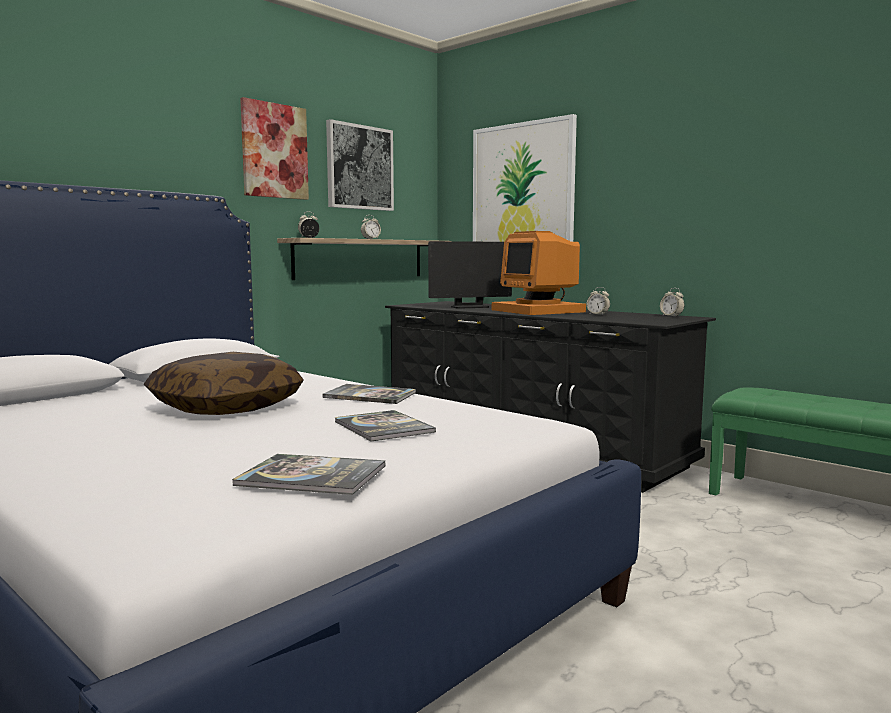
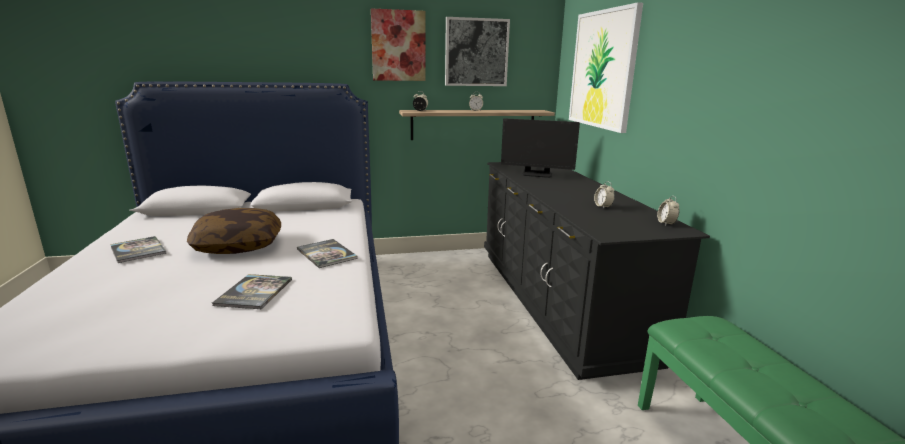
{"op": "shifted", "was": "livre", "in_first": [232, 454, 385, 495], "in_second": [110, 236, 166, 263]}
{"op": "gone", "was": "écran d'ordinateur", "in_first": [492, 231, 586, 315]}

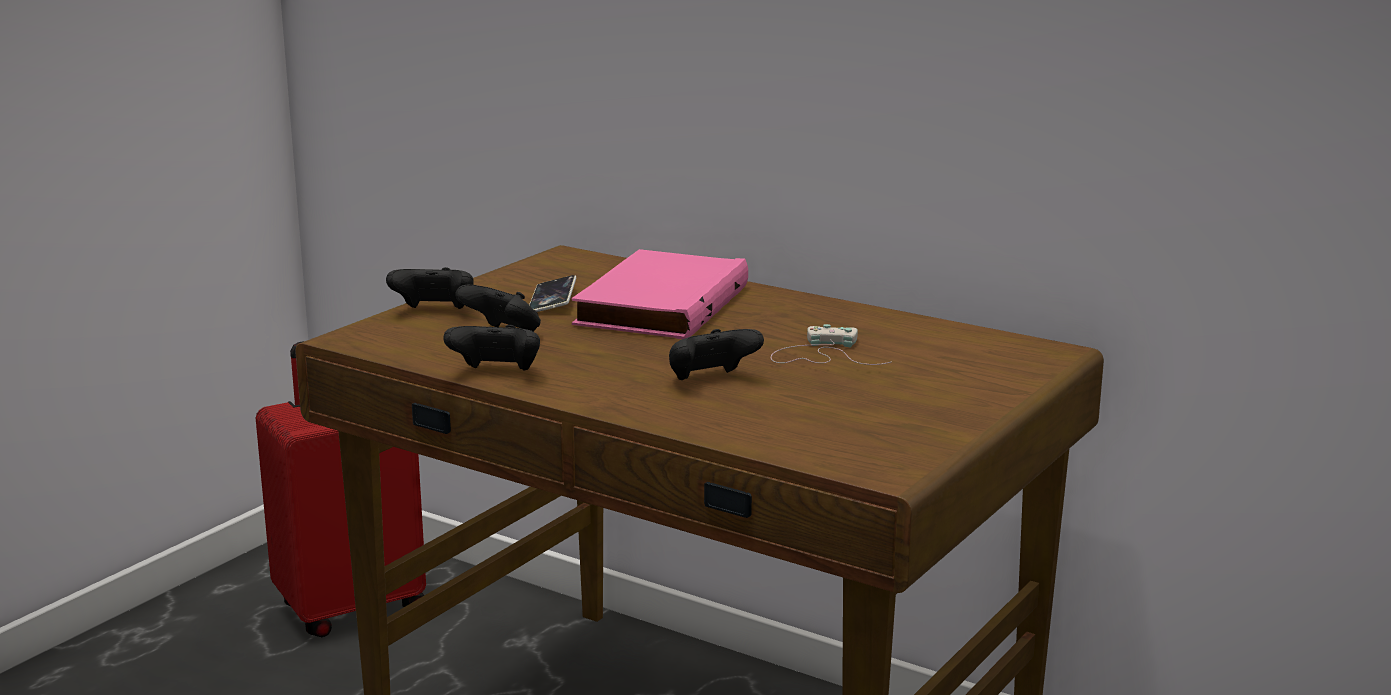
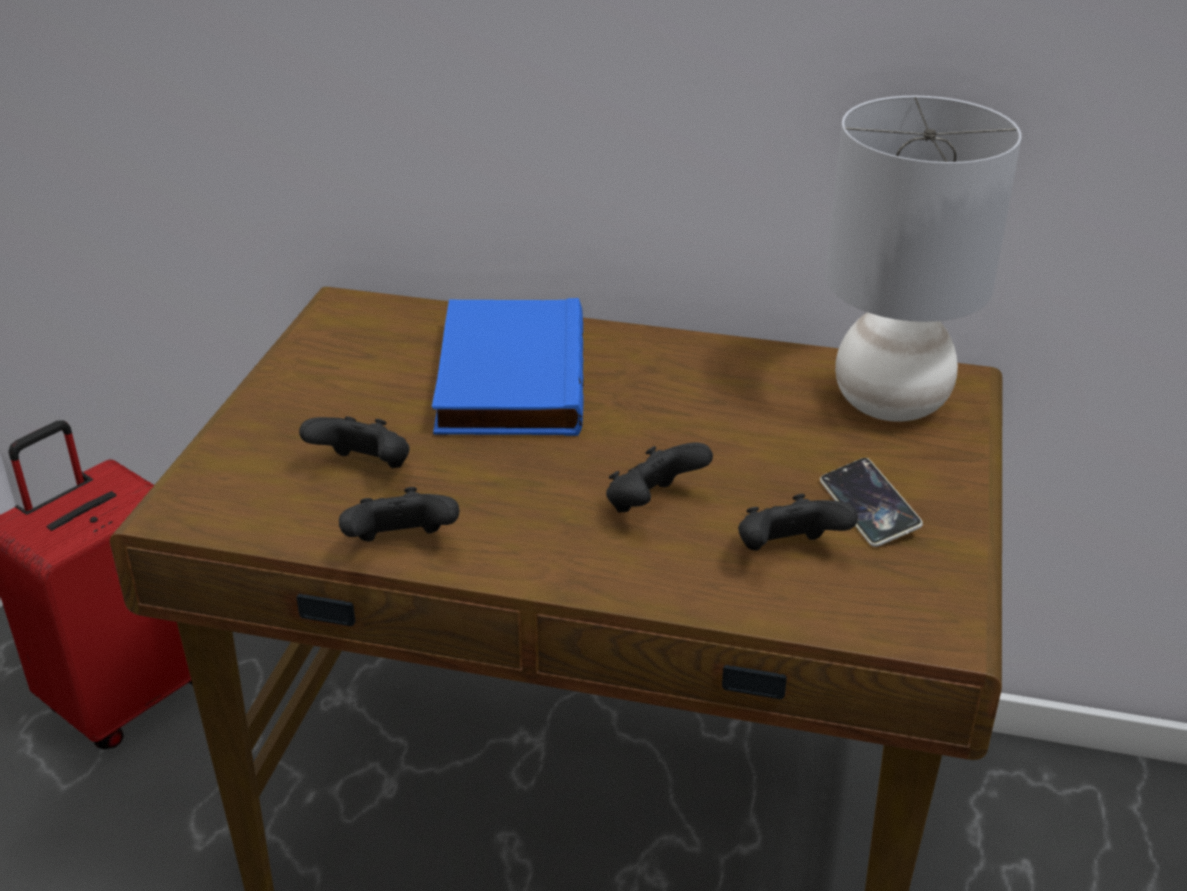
{"op": "shifted", "was": "manette (noir)", "in_first": [386, 267, 474, 309], "in_second": [738, 494, 858, 551]}
{"op": "shifted", "was": "téléphone", "in_first": [529, 275, 576, 312], "in_second": [820, 458, 923, 547]}
{"op": "repainted", "was": "livre (rose)", "now": "livre (bleu)", "in_first": [571, 249, 748, 339], "in_second": [432, 298, 583, 436]}
{"op": "gone", "was": "manette (blanc)", "in_first": [771, 324, 892, 365]}
{"op": "new", "now": "lampe de table (gris)", "in_second": [825, 96, 1021, 422]}

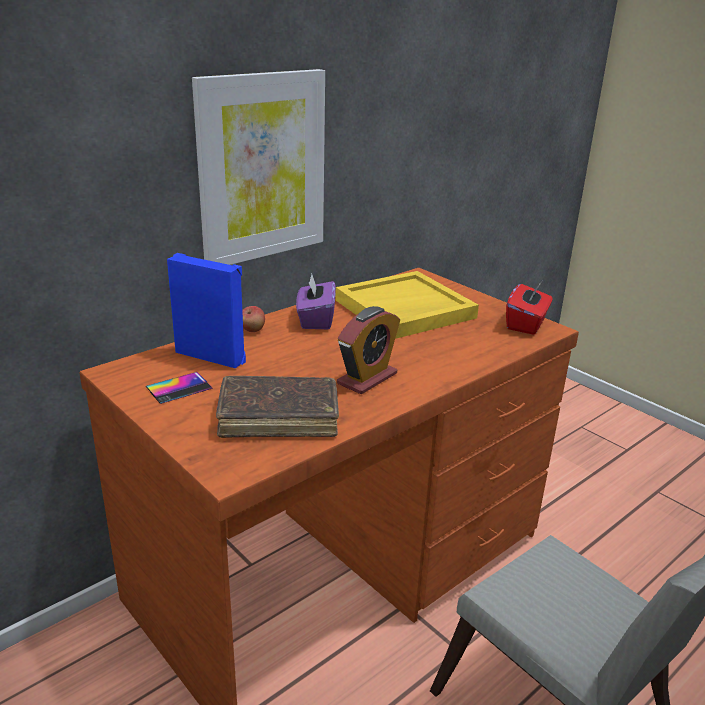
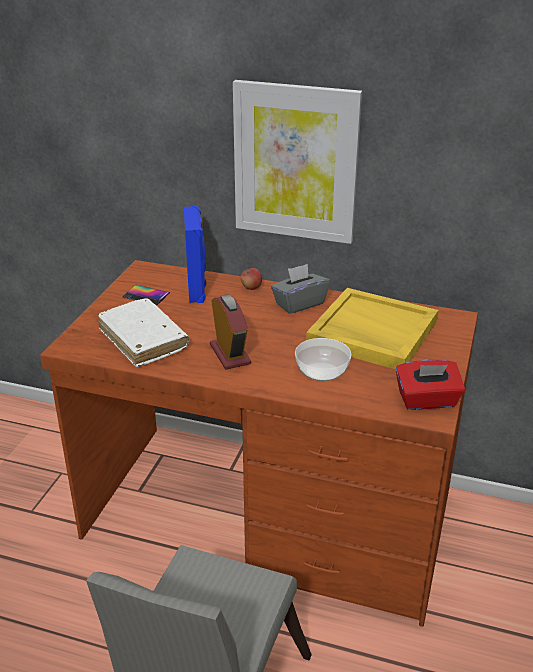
{"op": "repainted", "was": "livre (marron)", "now": "livre (blanc)", "in_first": [216, 376, 339, 438], "in_second": [98, 298, 189, 367]}
{"op": "repainted", "was": "boîte à mouchoirs (violet)", "now": "boîte à mouchoirs (gris)", "in_first": [296, 274, 336, 329], "in_second": [271, 264, 330, 314]}
{"op": "rotated", "was": "réveil", "in_first": [337, 306, 400, 395], "in_second": [210, 294, 251, 369], "clockwise": -120}
{"op": "new", "now": "bol", "in_second": [295, 338, 351, 381]}

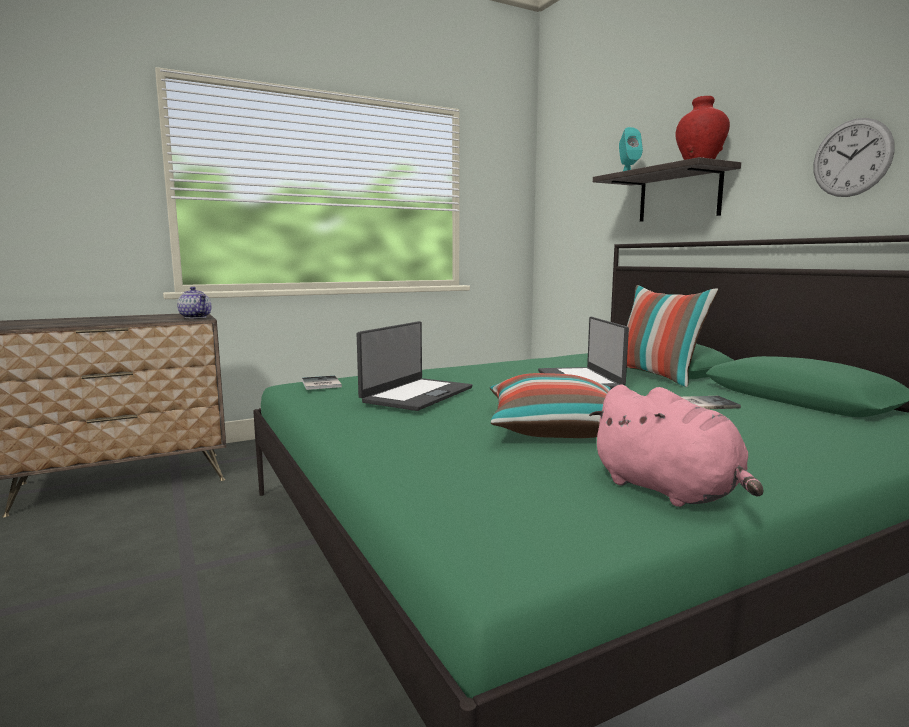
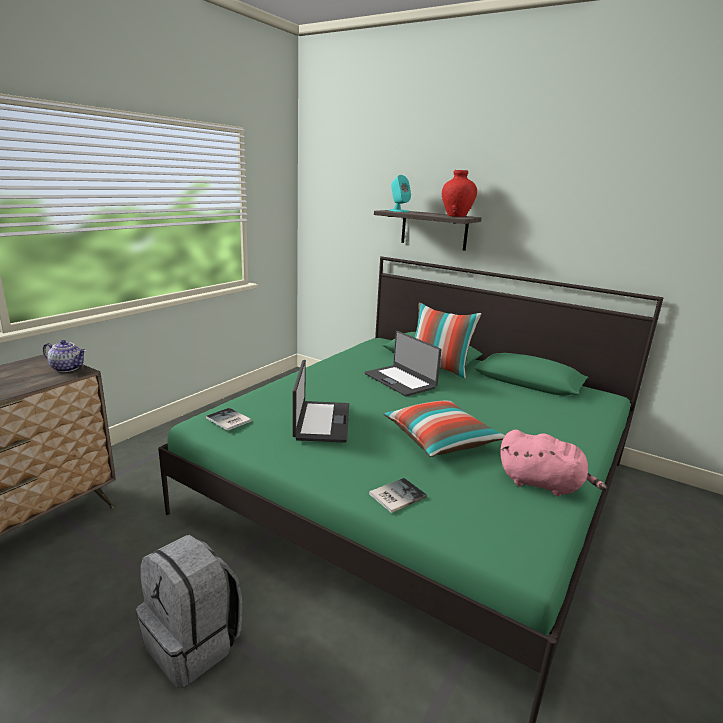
{"op": "shifted", "was": "livre", "in_first": [682, 396, 741, 409], "in_second": [369, 478, 427, 513]}
{"op": "gone", "was": "horloge murale", "in_first": [813, 118, 895, 197]}
{"op": "new", "now": "sac à dos (gris)", "in_second": [136, 535, 242, 688]}

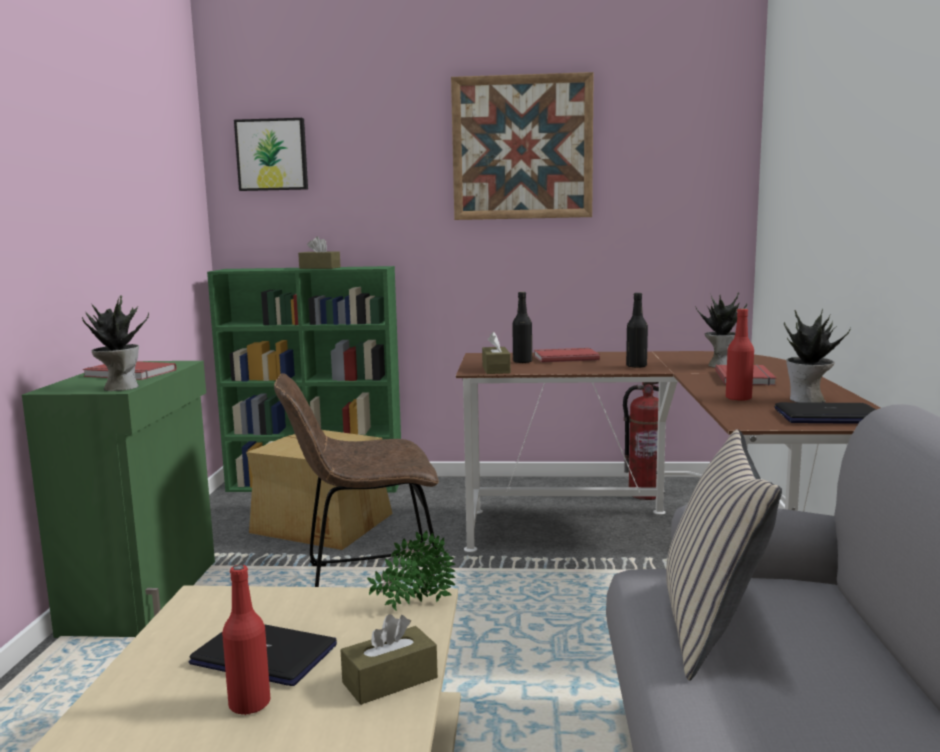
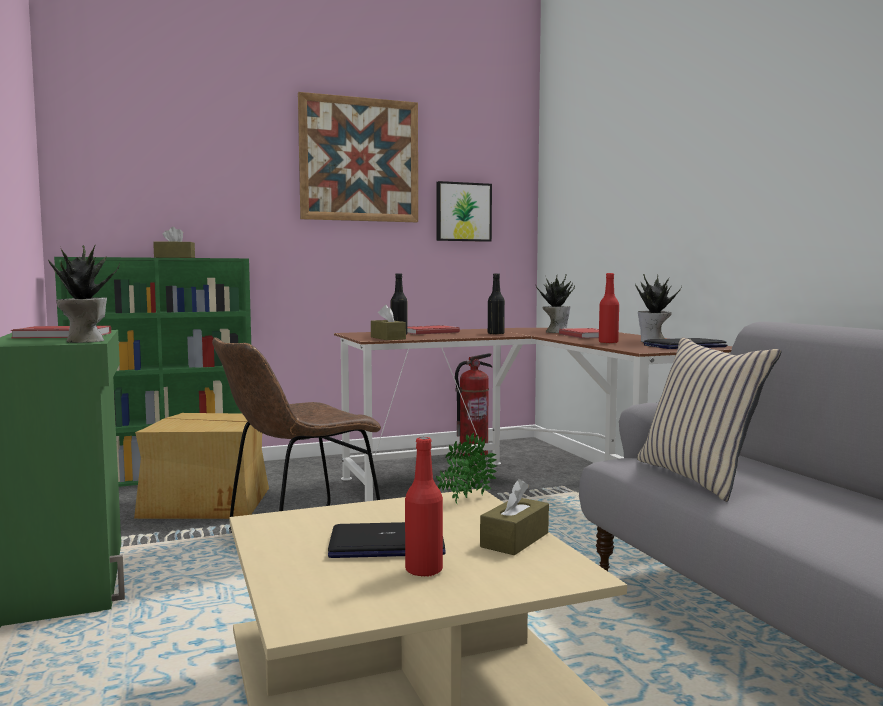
{"op": "shifted", "was": "tableau", "in_first": [234, 118, 308, 191], "in_second": [436, 181, 492, 242]}

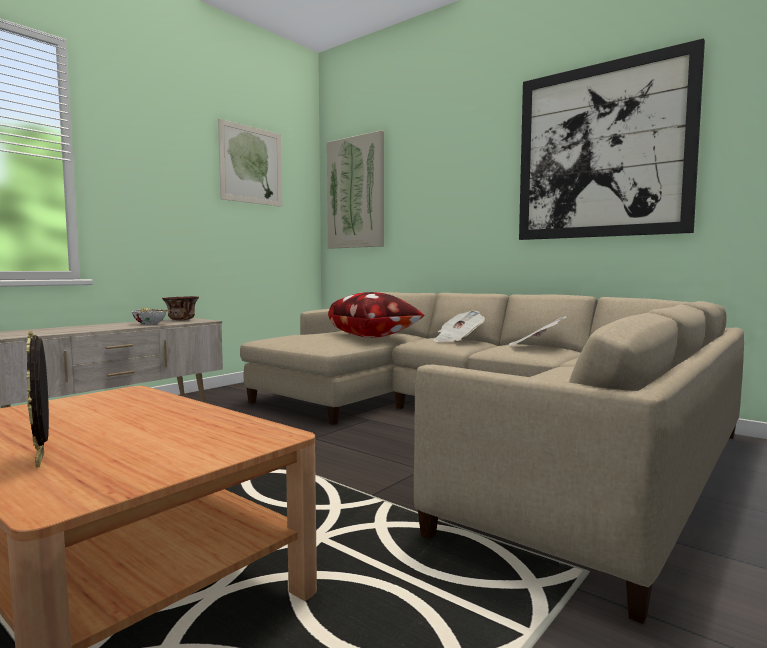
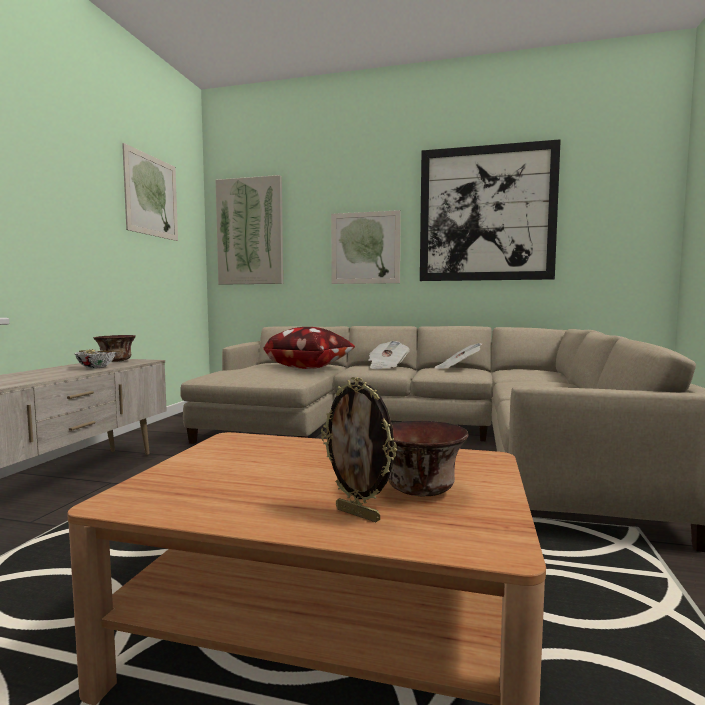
{"op": "new", "now": "tableau", "in_second": [331, 210, 401, 284]}
{"op": "new", "now": "bol", "in_second": [388, 421, 468, 496]}

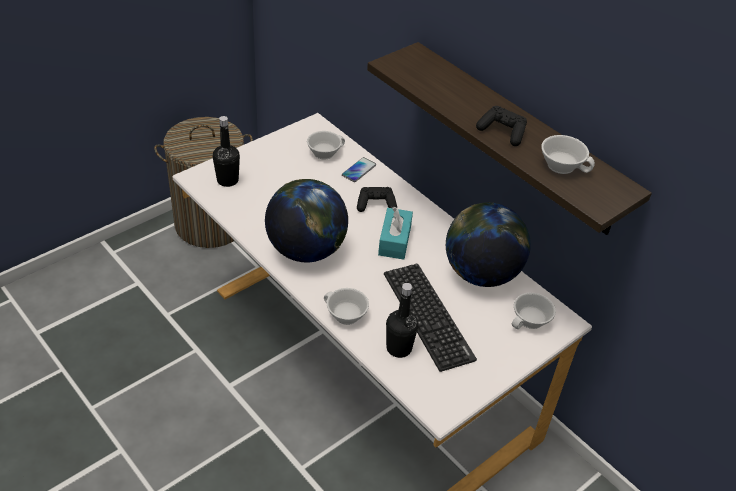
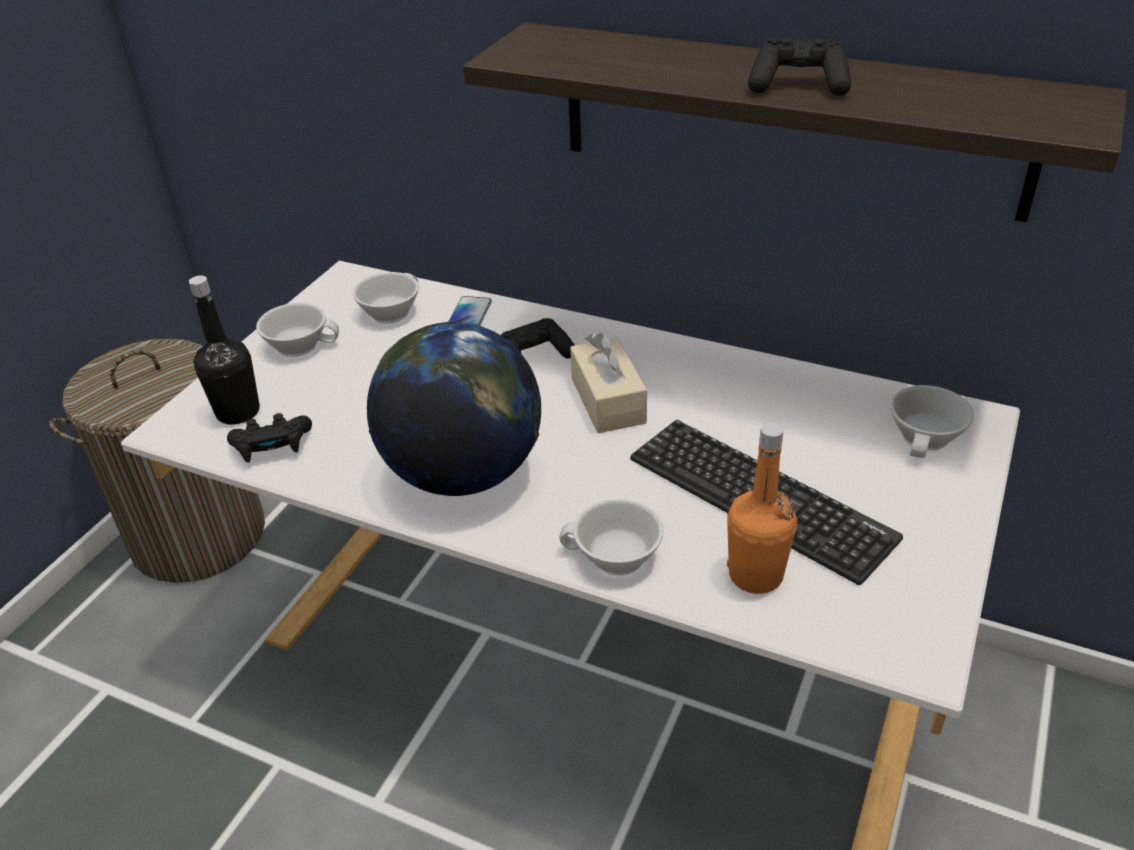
{"op": "repainted", "was": "boîte à mouchoirs (turquoise)", "now": "boîte à mouchoirs (beige)", "in_first": [378, 207, 413, 260], "in_second": [570, 333, 647, 433]}
{"op": "repainted", "was": "bouteille (noir)", "now": "bouteille (orange)", "in_first": [386, 283, 418, 358], "in_second": [727, 422, 797, 594]}
{"op": "gone", "was": "globe", "in_first": [446, 202, 531, 287]}
{"op": "shifted", "was": "tasse (blanc)", "in_first": [541, 135, 595, 174], "in_second": [256, 303, 339, 357]}
{"op": "new", "now": "manette (noir)", "in_second": [227, 413, 312, 463]}

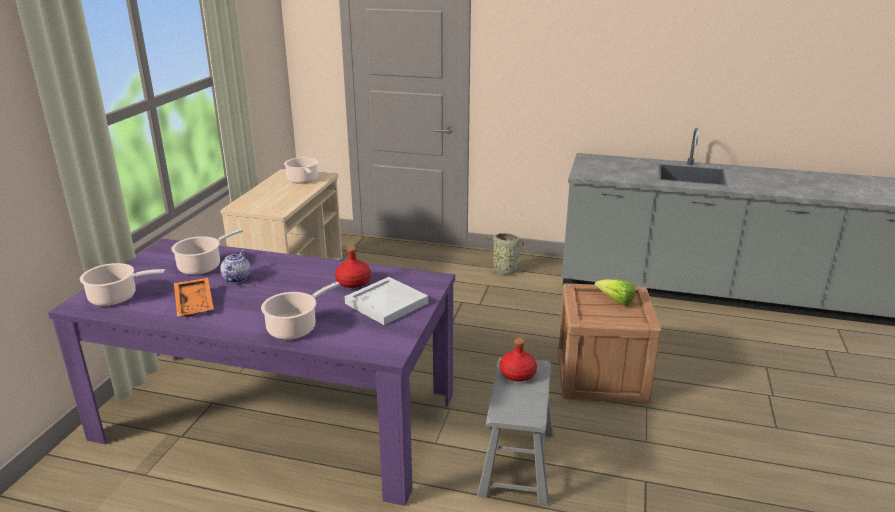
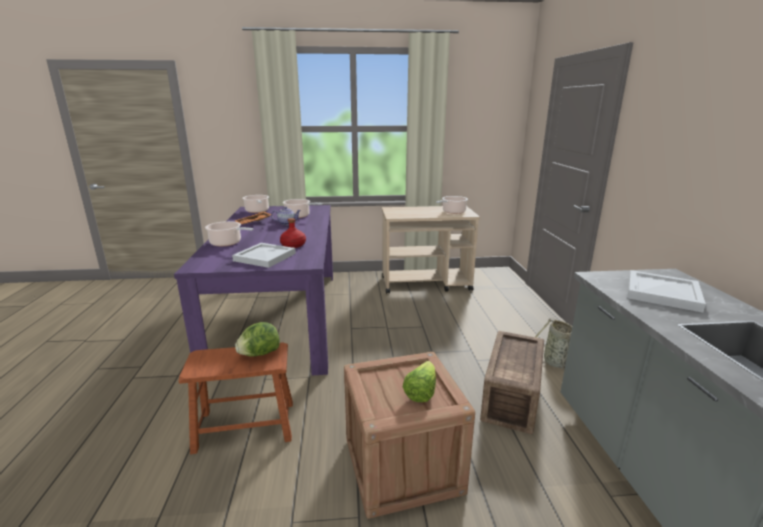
{"op": "repainted", "was": "tabouret (gris)", "now": "tabouret (marron)", "in_first": [477, 357, 553, 505], "in_second": [179, 342, 293, 454]}
{"op": "swapped", "was": "bouteille (rouge)", "now": "laitue", "in_first": [499, 338, 537, 382], "in_second": [235, 322, 280, 357]}
{"op": "new", "now": "caisse", "in_second": [480, 331, 544, 434]}
{"op": "new", "now": "plateau (blanc)", "in_second": [628, 270, 706, 313]}

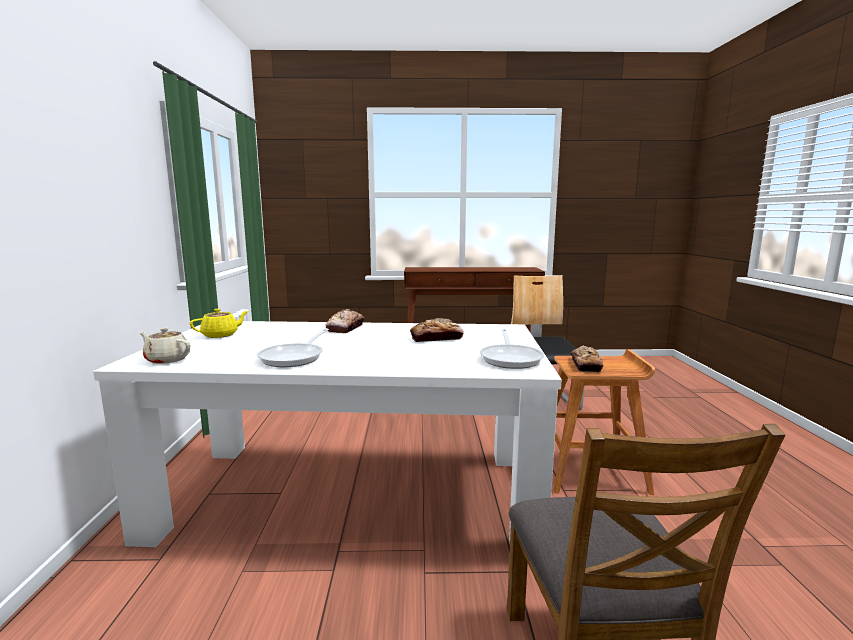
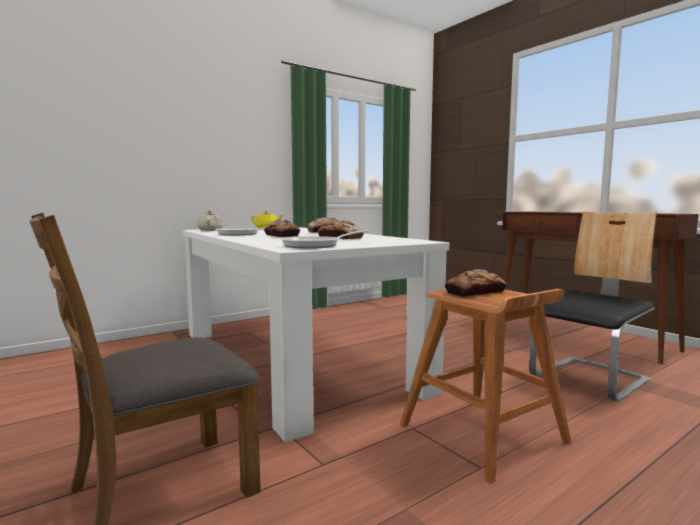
{"op": "new", "now": "pain", "in_second": [264, 219, 300, 237]}

